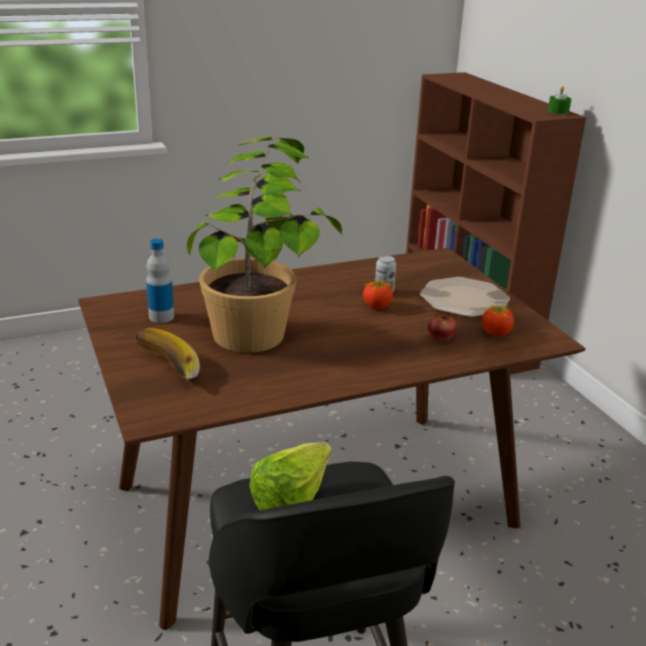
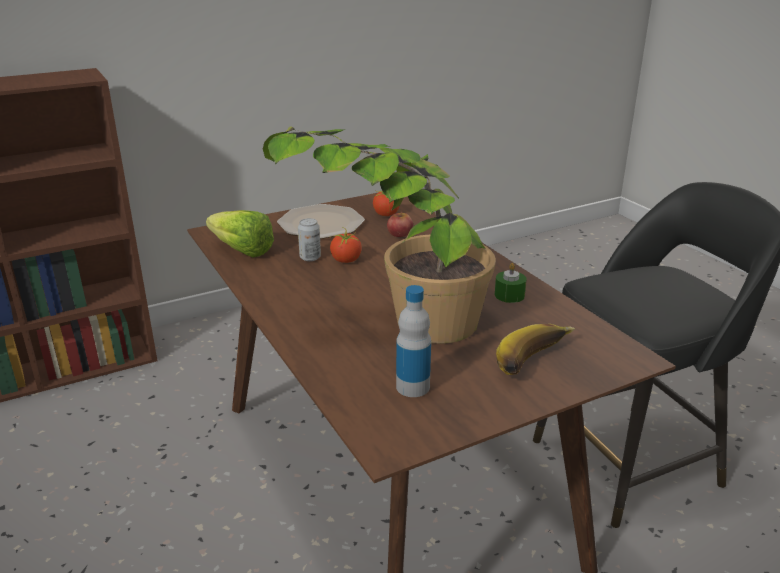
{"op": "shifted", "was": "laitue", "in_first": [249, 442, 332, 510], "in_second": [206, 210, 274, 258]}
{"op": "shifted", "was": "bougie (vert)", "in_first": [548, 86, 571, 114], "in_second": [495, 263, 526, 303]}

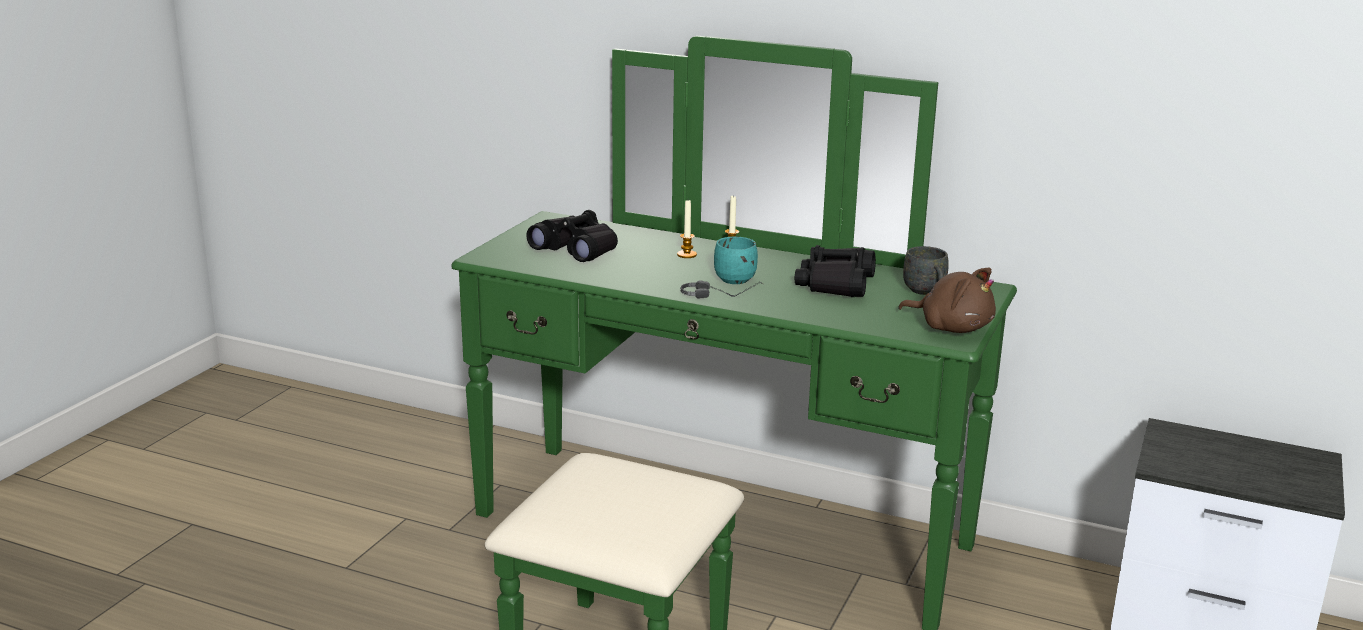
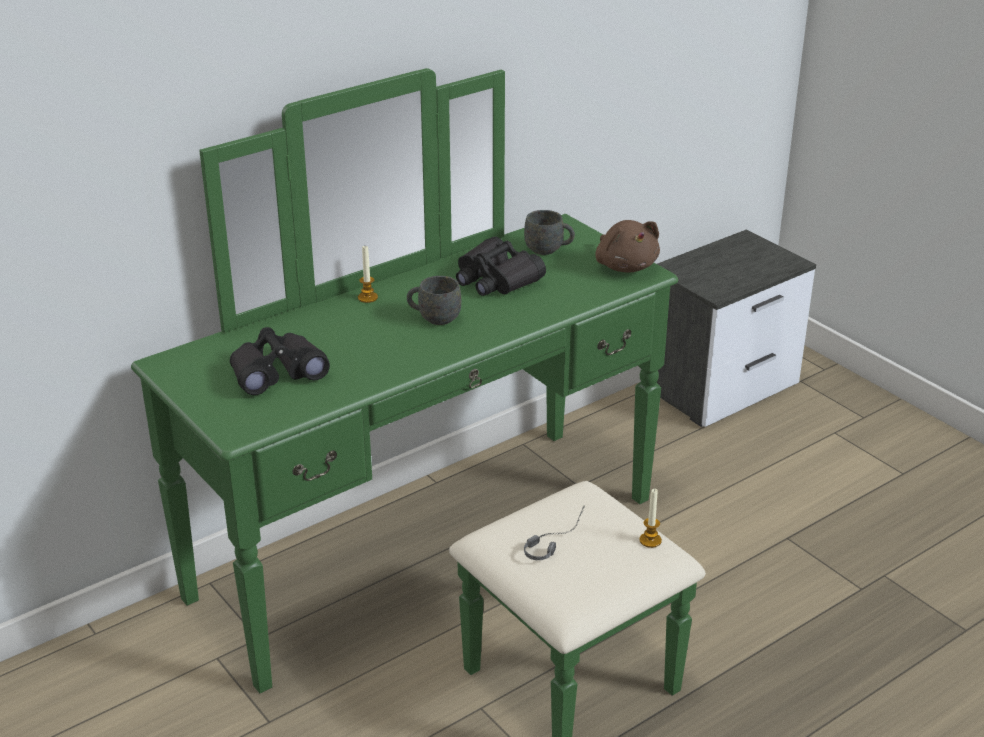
{"op": "shifted", "was": "bougie", "in_first": [677, 200, 697, 258], "in_second": [640, 488, 662, 548]}
{"op": "shifted", "was": "casque audio", "in_first": [681, 280, 763, 299], "in_second": [524, 506, 585, 560]}
{"op": "repainted", "was": "mug (turquoise)", "now": "mug (gris)", "in_first": [714, 237, 758, 284], "in_second": [407, 276, 461, 325]}
{"op": "rotated", "was": "peluche (marron)", "in_first": [898, 268, 996, 333], "in_second": [596, 220, 660, 273], "clockwise": 90}

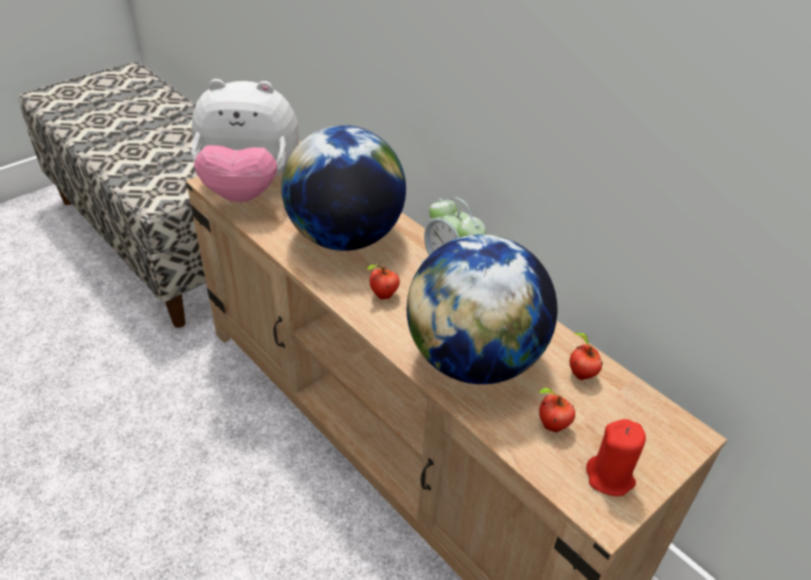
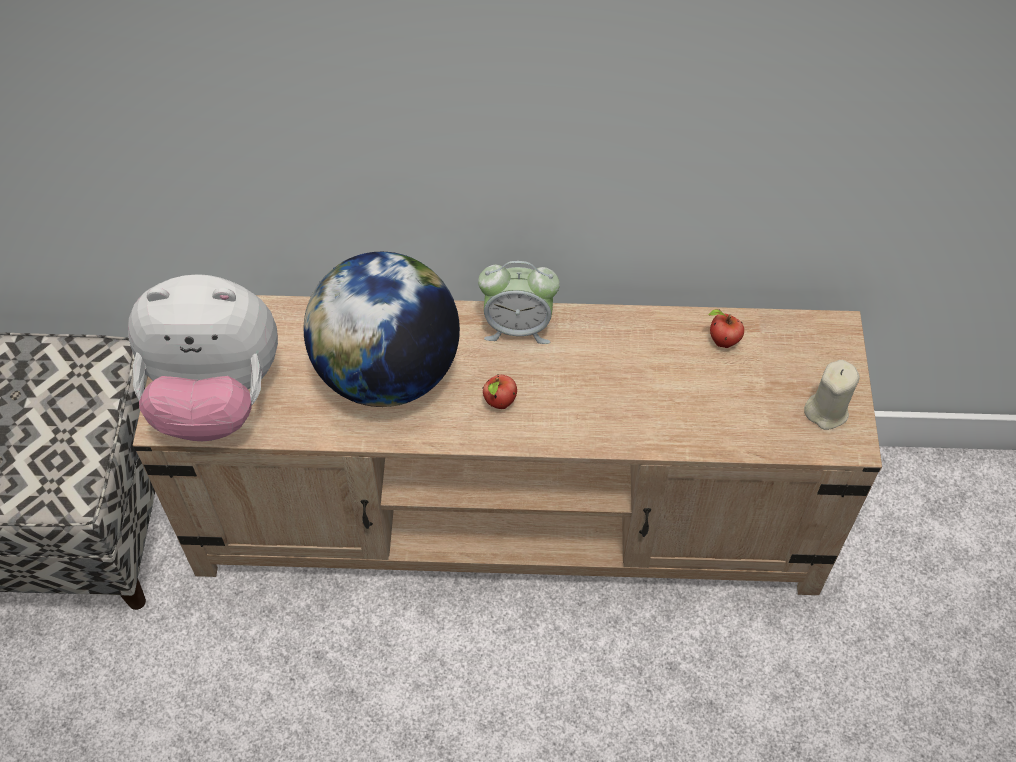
{"op": "rotated", "was": "peluche", "in_first": [191, 79, 299, 202], "in_second": [128, 274, 278, 441], "clockwise": 45}
{"op": "gone", "was": "globe", "in_first": [407, 234, 557, 384]}
{"op": "gone", "was": "pomme", "in_first": [538, 388, 575, 432]}
{"op": "repainted", "was": "bougie (rouge)", "now": "bougie (beige)", "in_first": [586, 419, 646, 496], "in_second": [804, 360, 860, 430]}

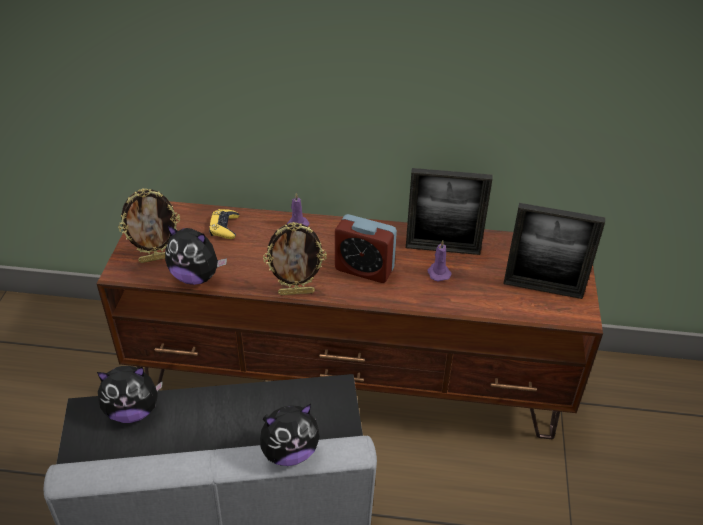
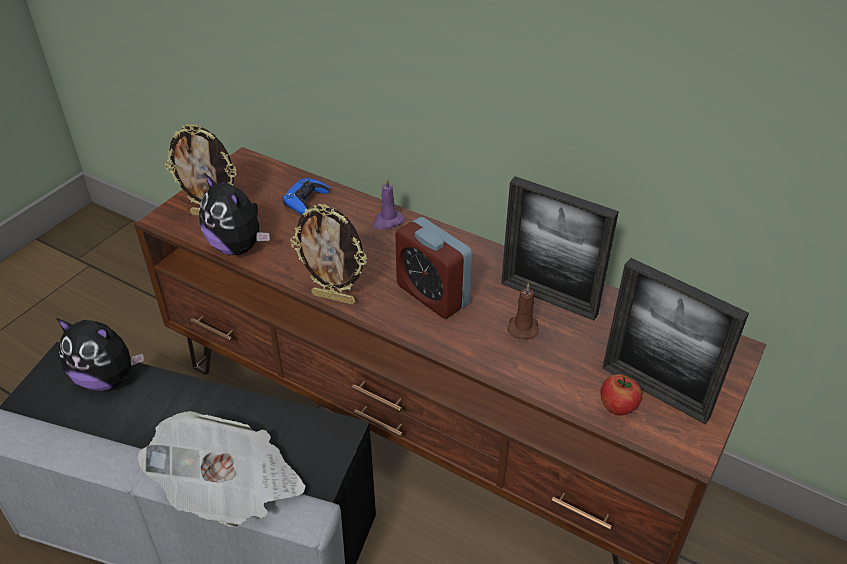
{"op": "repainted", "was": "manette (jaune)", "now": "manette (bleu)", "in_first": [209, 209, 239, 239], "in_second": [283, 178, 330, 215]}
{"op": "swapped", "was": "peluche", "now": "journal", "in_first": [260, 404, 320, 466], "in_second": [137, 411, 306, 527]}
{"op": "repainted", "was": "bougie (violet)", "now": "bougie (marron)", "in_first": [427, 240, 452, 282], "in_second": [507, 283, 539, 339]}
{"op": "new", "now": "pomme", "in_second": [601, 374, 642, 416]}

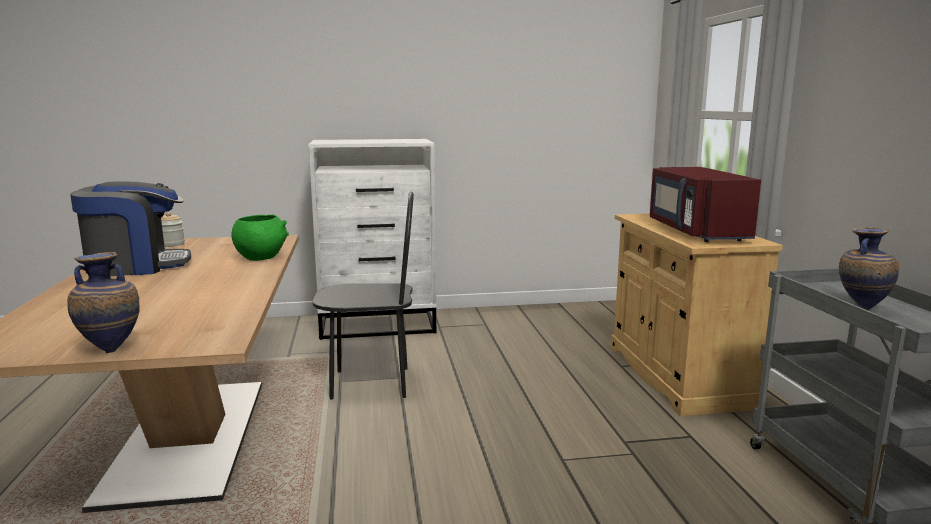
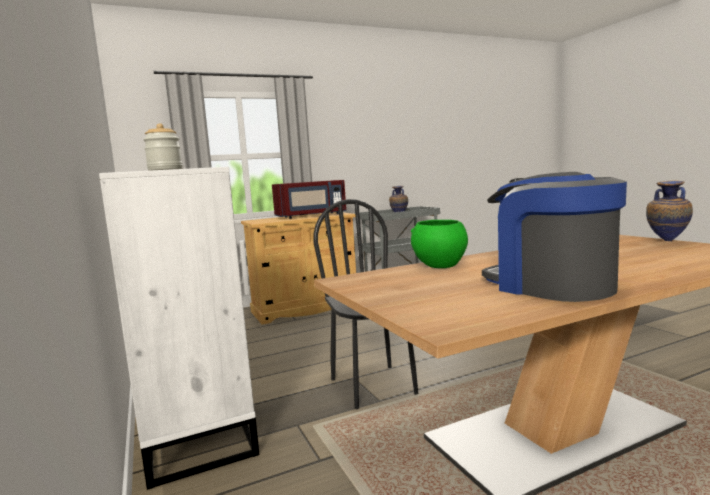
{"op": "shifted", "was": "bocal", "in_first": [161, 212, 185, 247], "in_second": [143, 123, 183, 171]}

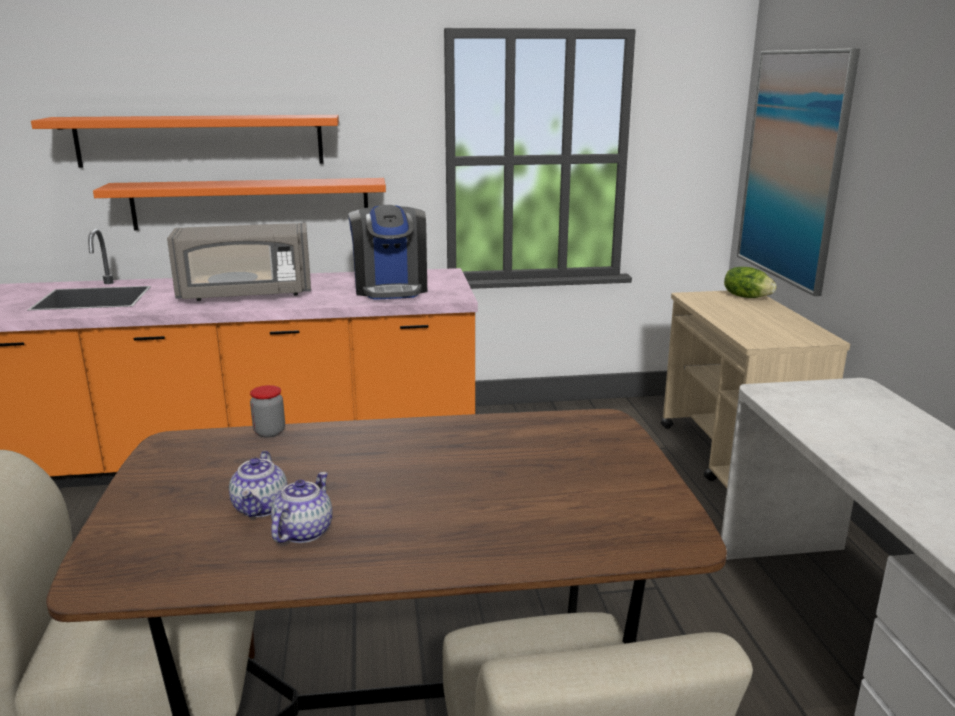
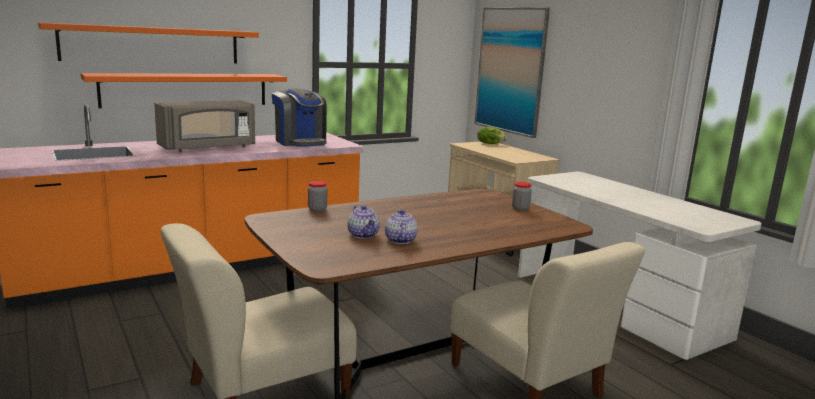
{"op": "new", "now": "bocal", "in_second": [512, 182, 532, 211]}

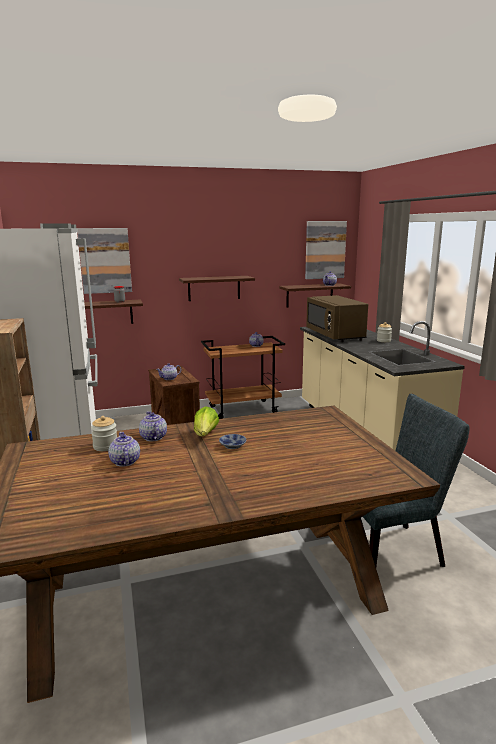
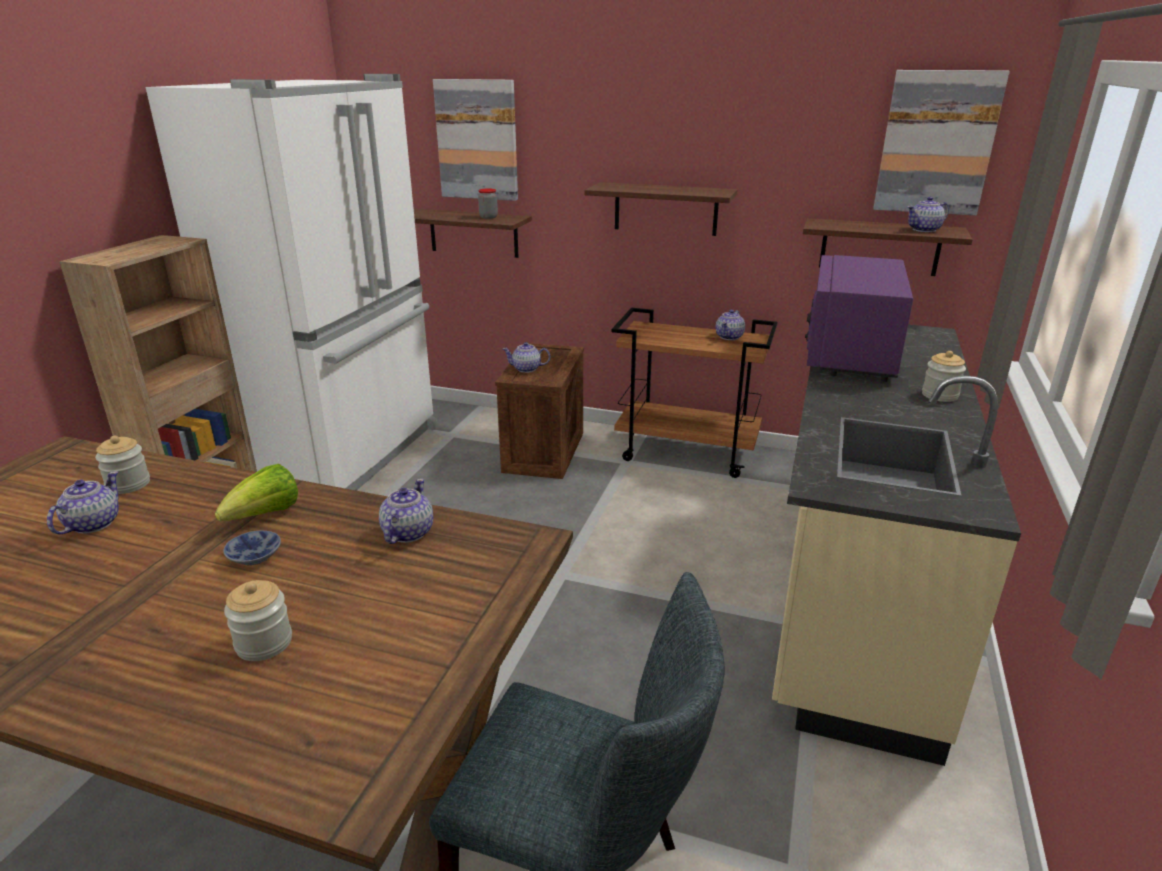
{"op": "shifted", "was": "théière", "in_first": [139, 411, 167, 441], "in_second": [379, 479, 433, 544]}
{"op": "repainted", "was": "micro-ondes (marron)", "now": "micro-ondes (violet)", "in_first": [306, 295, 368, 342], "in_second": [805, 255, 913, 382]}
{"op": "new", "now": "bocal", "in_second": [224, 580, 292, 661]}

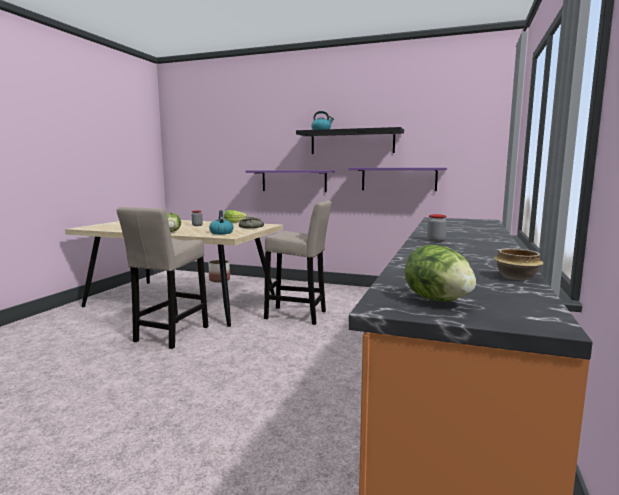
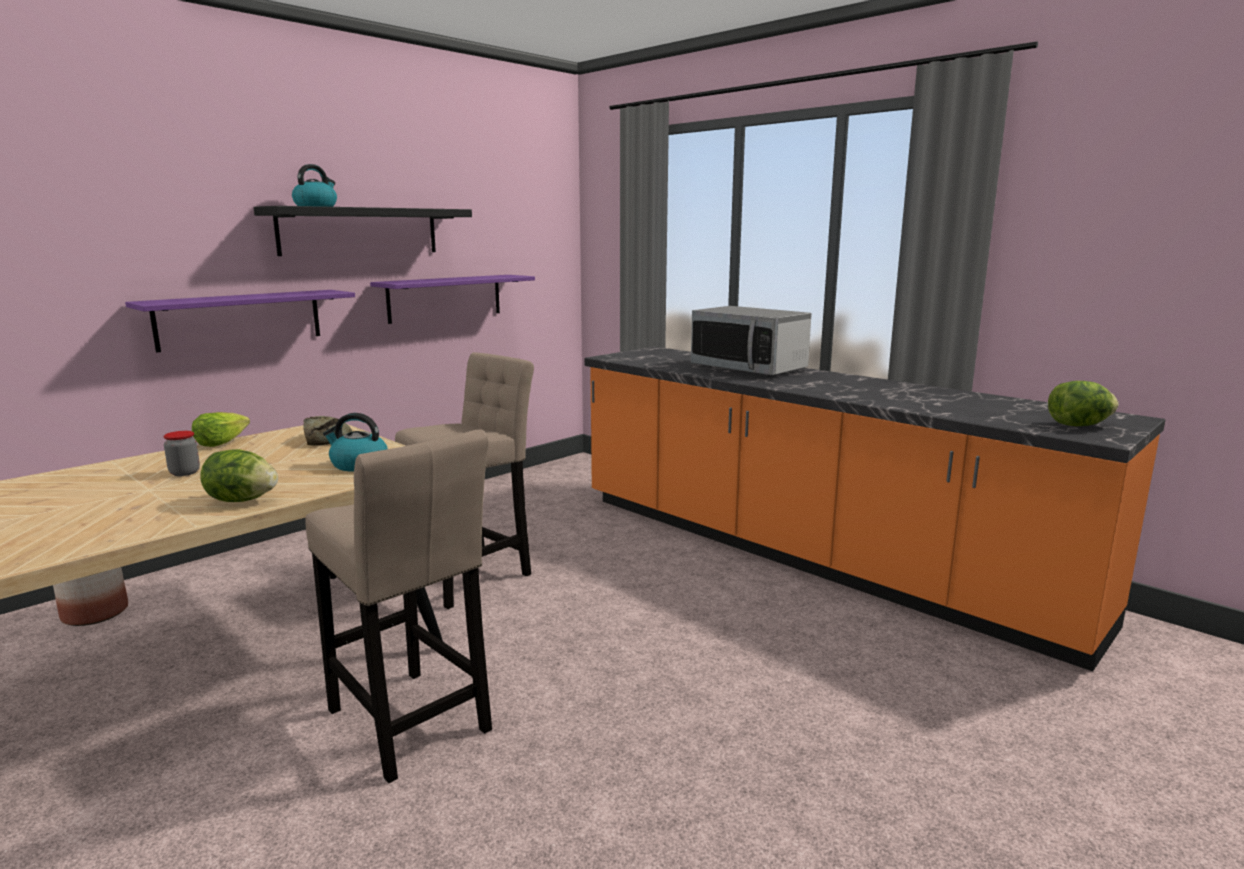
{"op": "gone", "was": "bocal", "in_first": [427, 214, 447, 242]}
{"op": "gone", "was": "bol", "in_first": [494, 248, 543, 280]}
{"op": "new", "now": "micro-ondes", "in_second": [691, 306, 812, 376]}

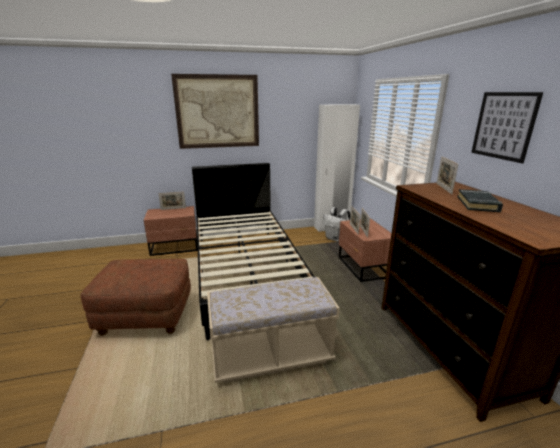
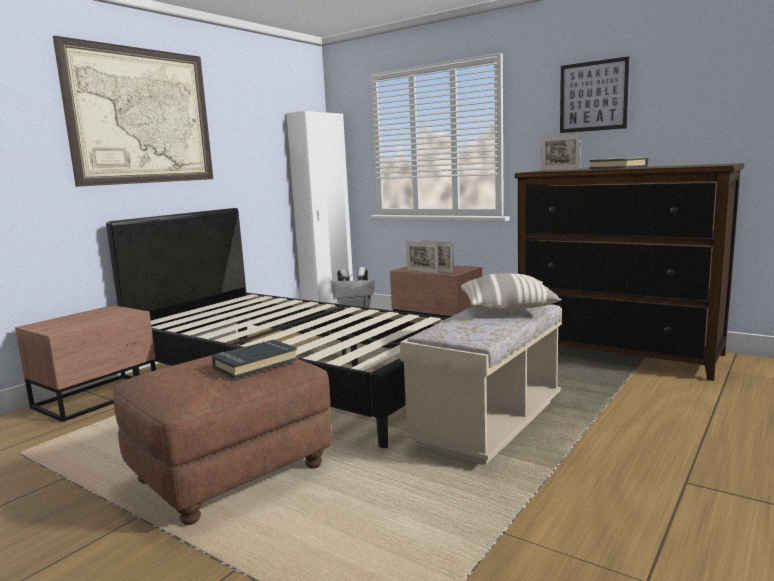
{"op": "gone", "was": "cadre photo", "in_first": [159, 192, 186, 210]}
{"op": "new", "now": "livre (noir)", "in_second": [212, 339, 298, 379]}
{"op": "new", "now": "coussin", "in_second": [461, 274, 562, 313]}

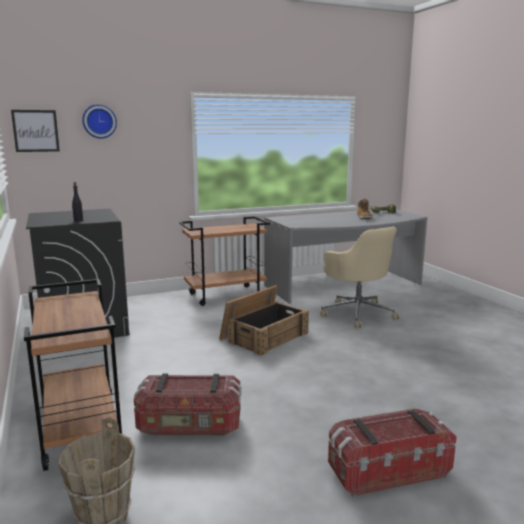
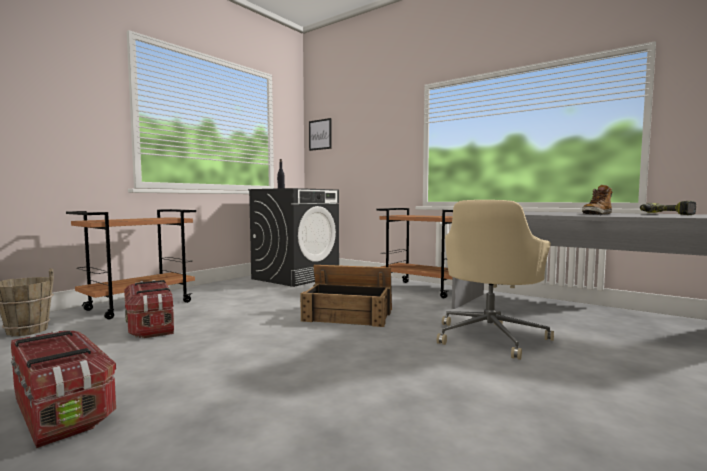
{"op": "gone", "was": "horloge murale", "in_first": [82, 104, 117, 139]}

